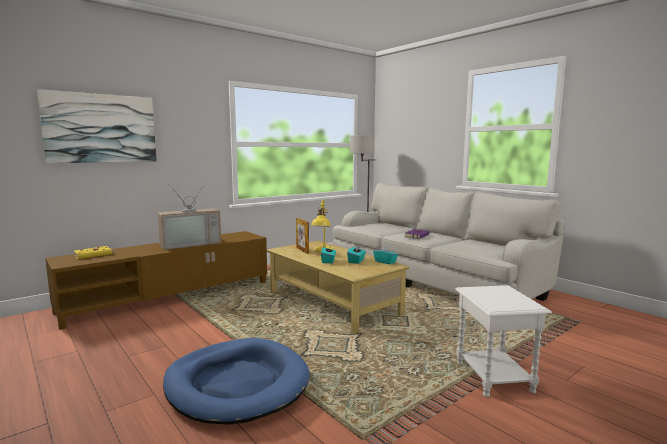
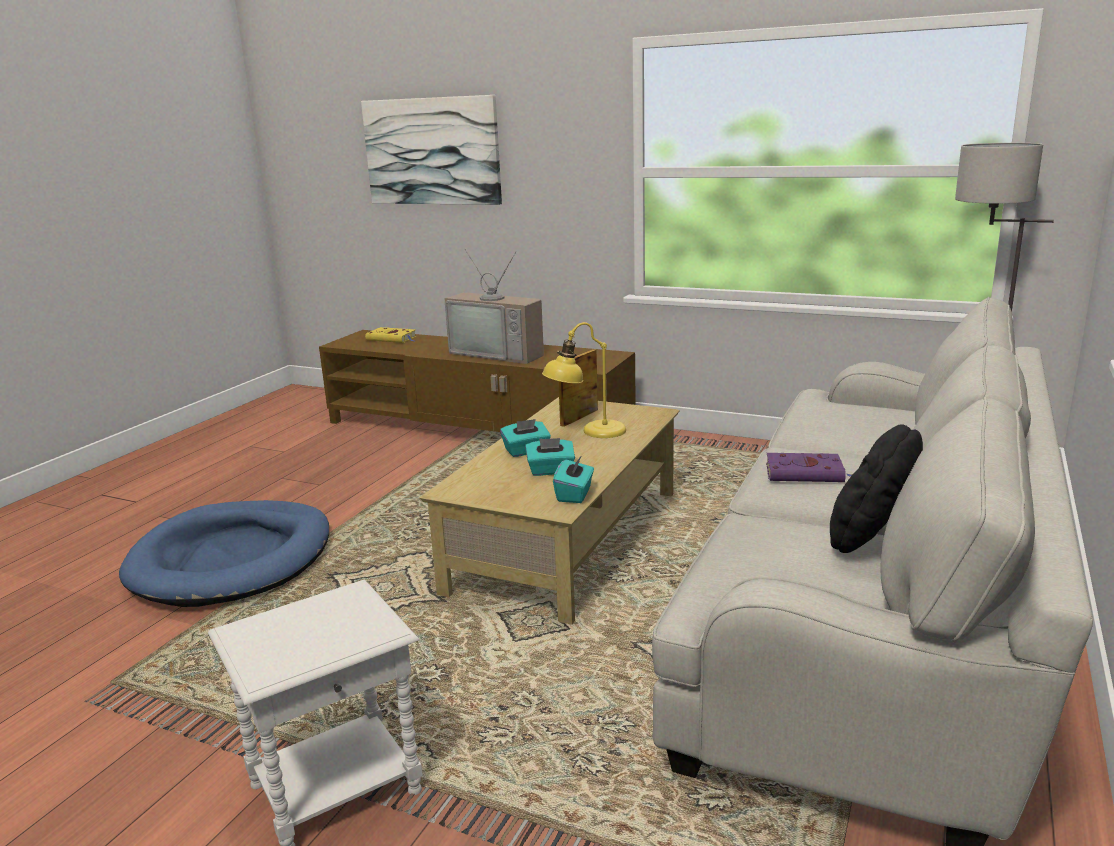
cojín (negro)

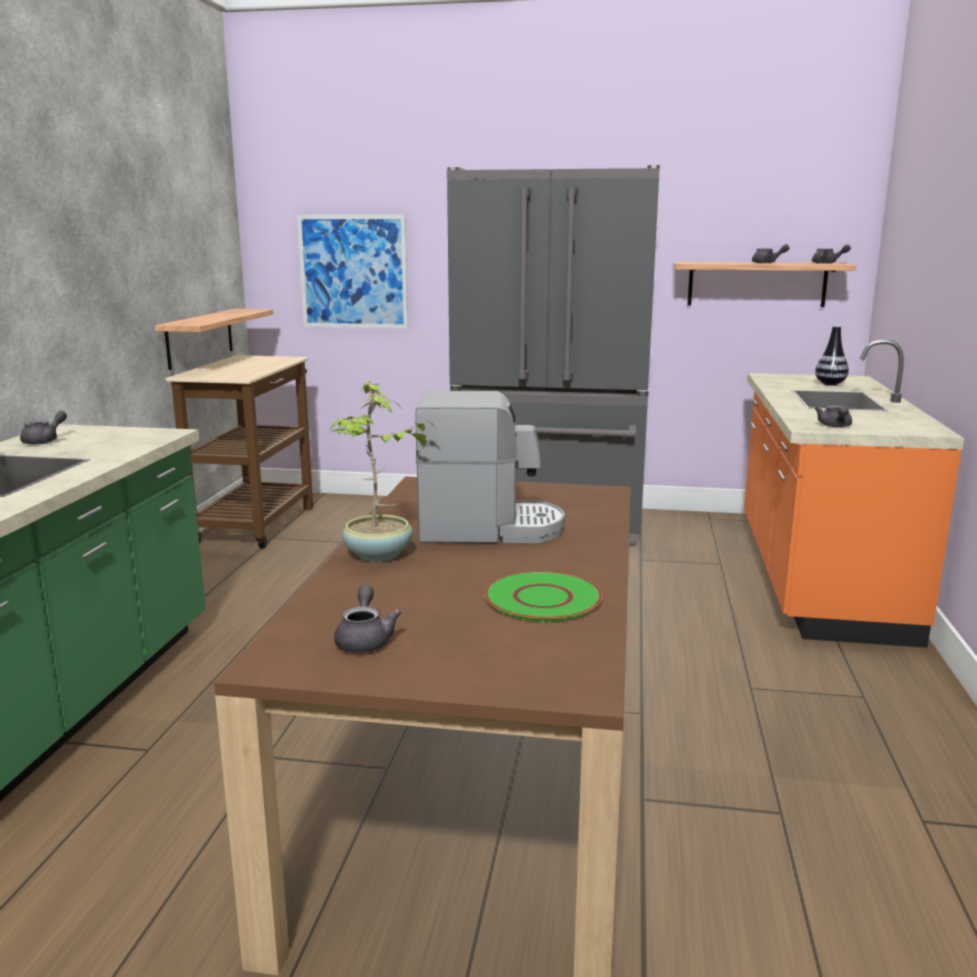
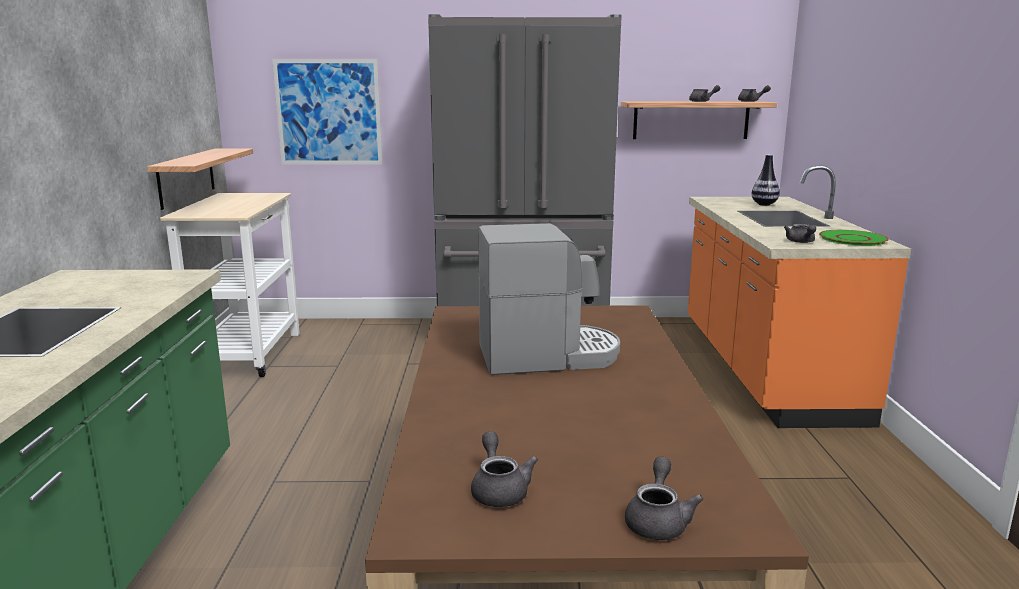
carrito (blanco)
planta en maceta
tetera (gris) (2nd from left)
plato (verde)

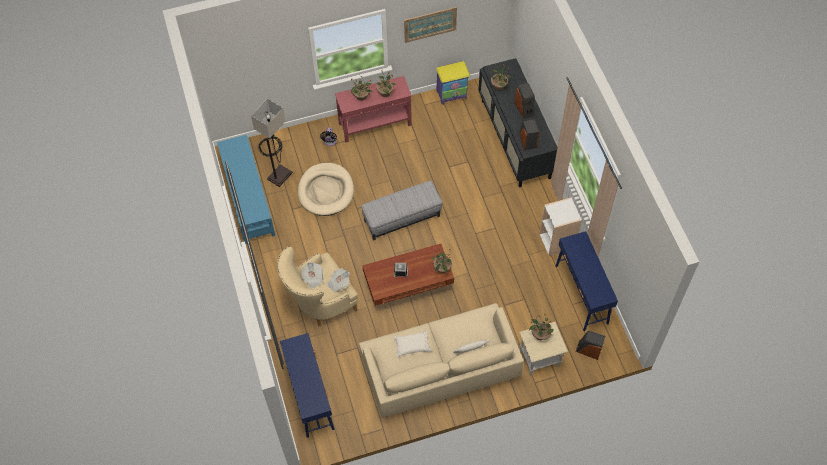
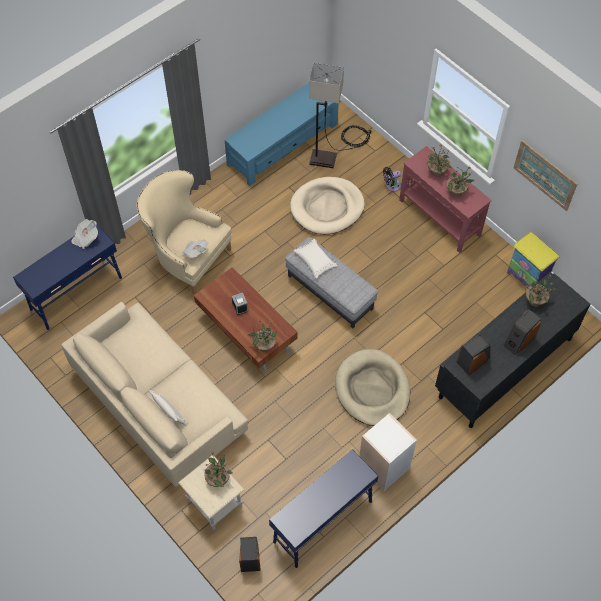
periódico (1st from left)
cojín (blanco) (2nd from left)
cama para perro (beis) (2nd from left)

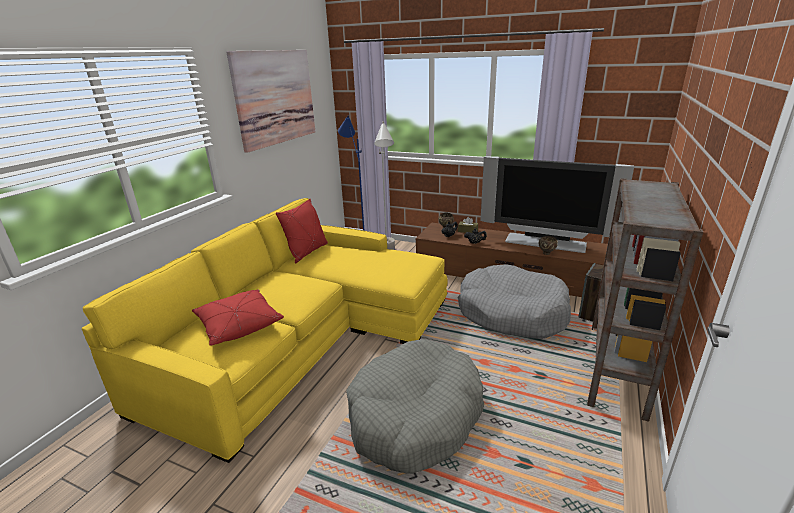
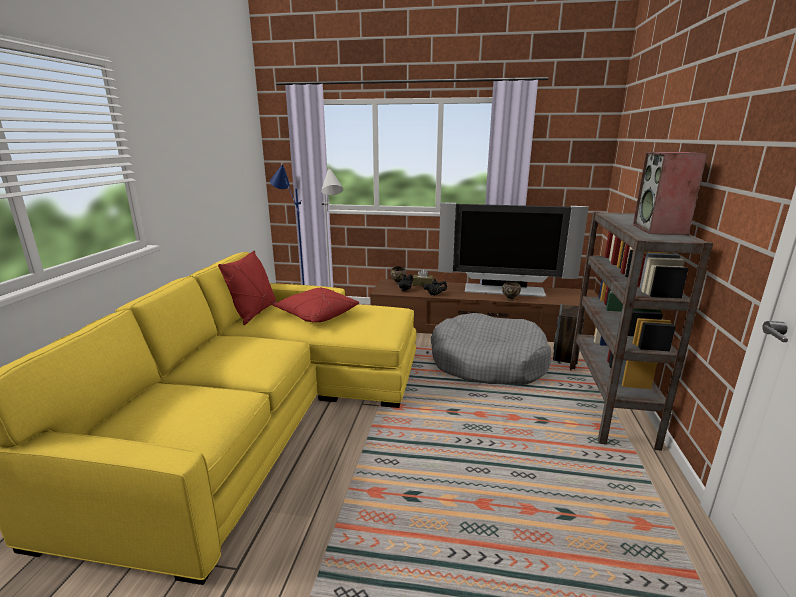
cuadro
cojín (rojo) (2nd from left)
cama para perro (gris) (1st from left in the first image)
altavoz (2nd from left)

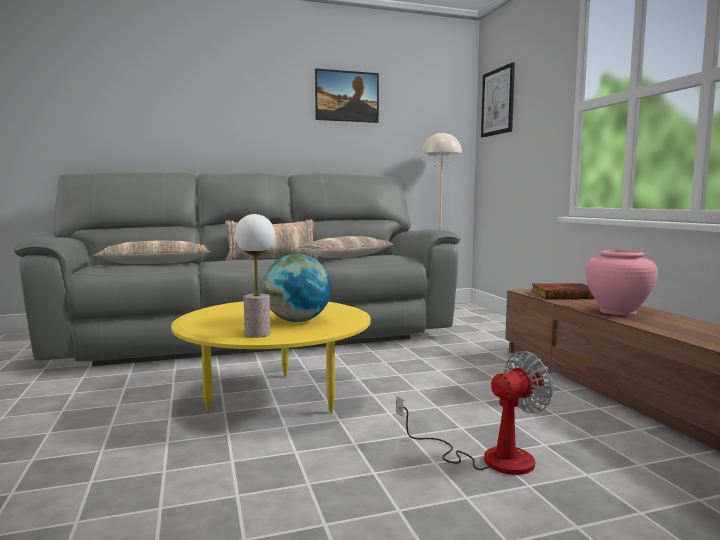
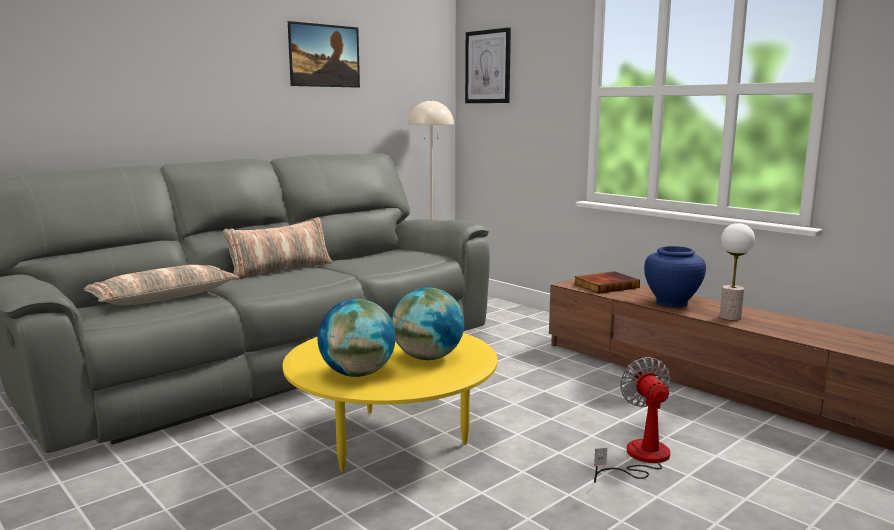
lámpara de mesa
cojín (3rd from left in the first image)
florero (azul)
ventilador
globo terráqueo (1st from left)

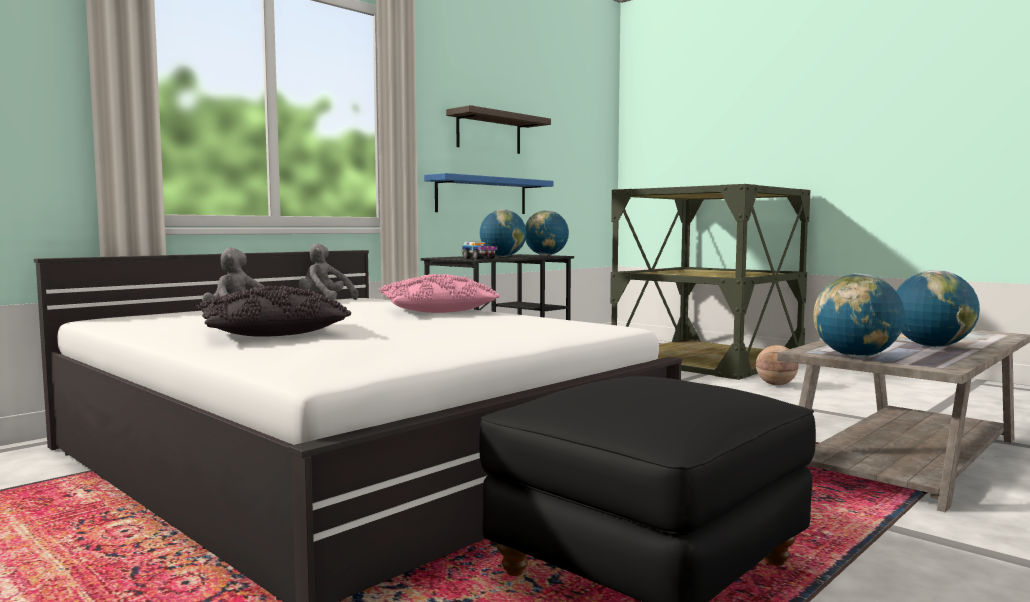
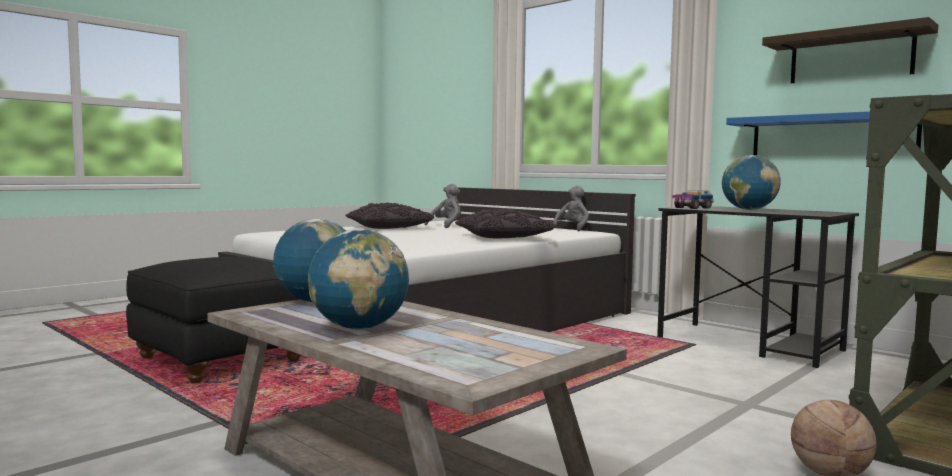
globo terráqueo (2nd from left in the first image)
cojín (negro) (2nd from left)

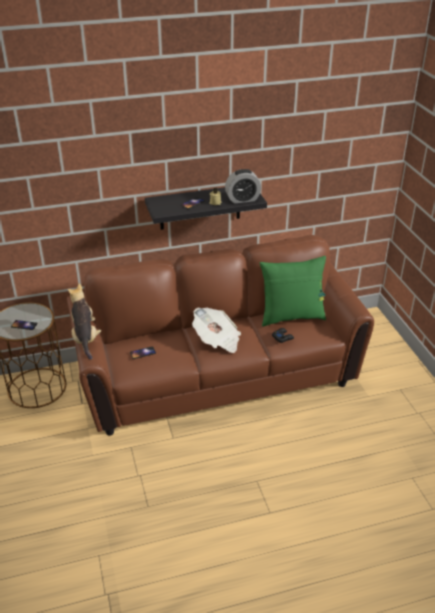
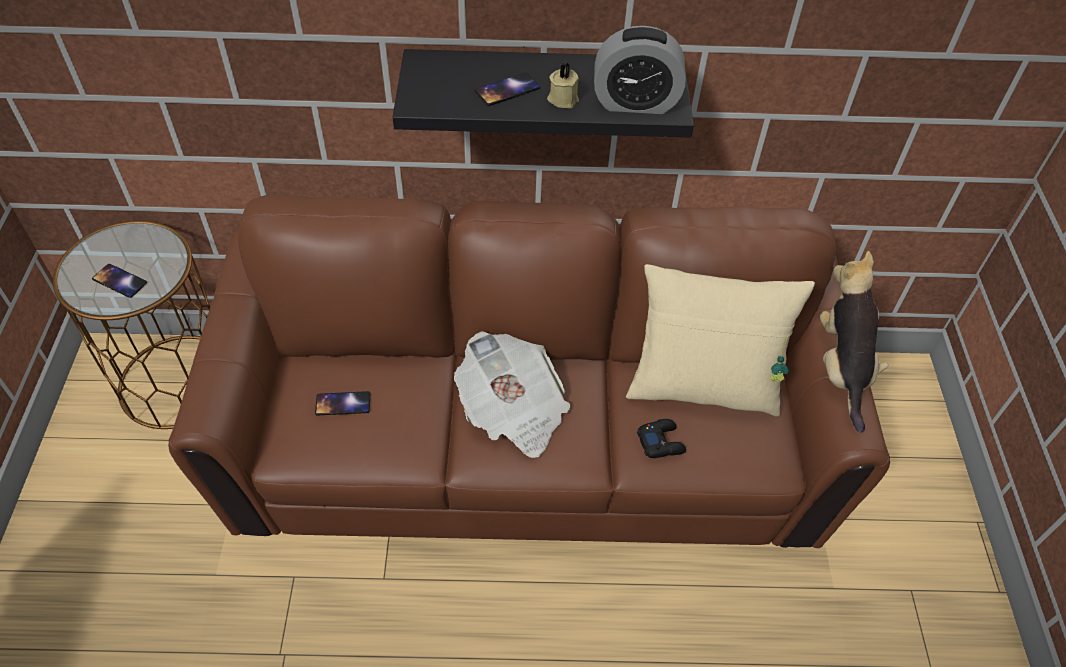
cojín (beis)
peluche

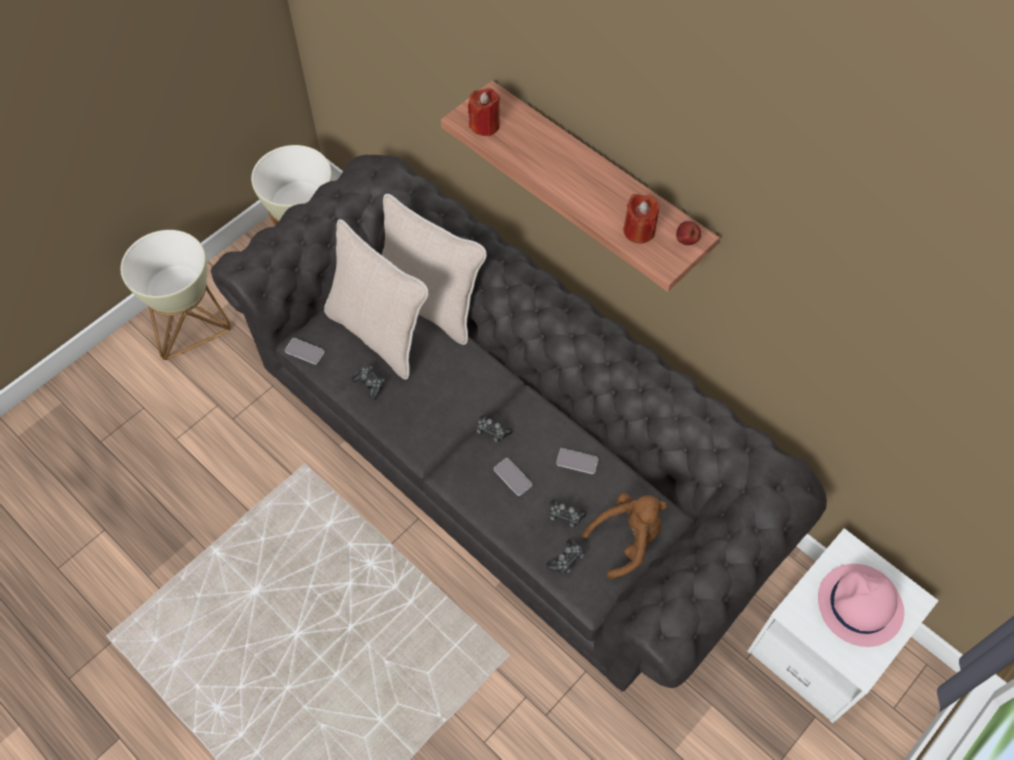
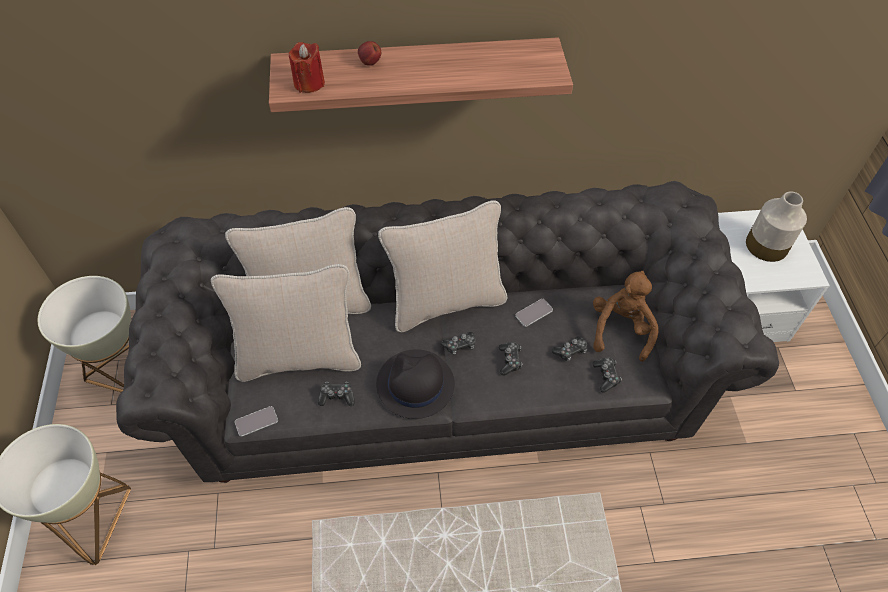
vela (rojo) (2nd from left in the first image)
manzana
mando de consola (3rd from left)
florero (beis)
cojín (beis) (3rd from left)
sombrero (negro)

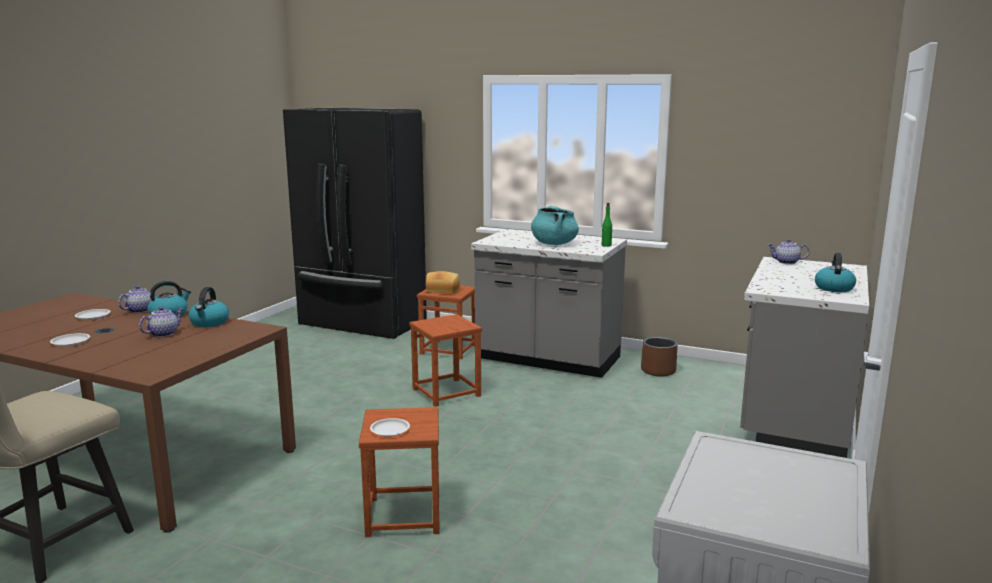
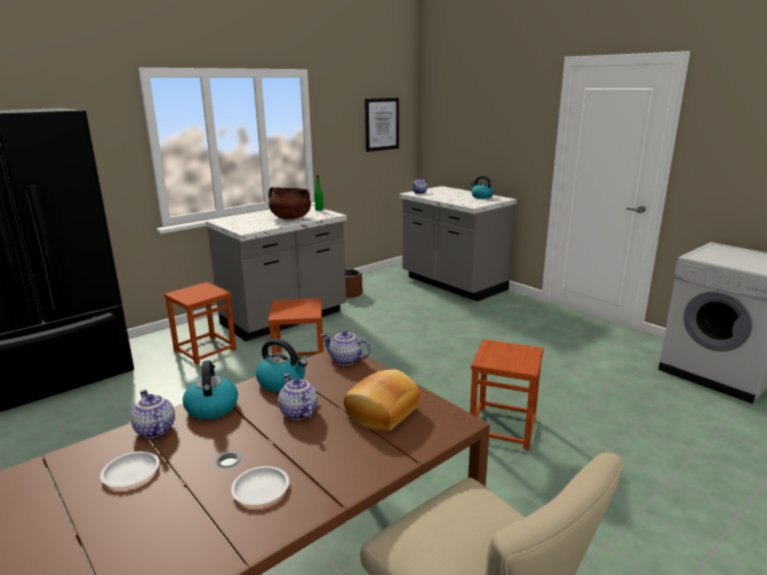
olla (marrón)
pan
plato (blanco) (3rd from left in the first image)
cuadro
tetera (3rd from left)

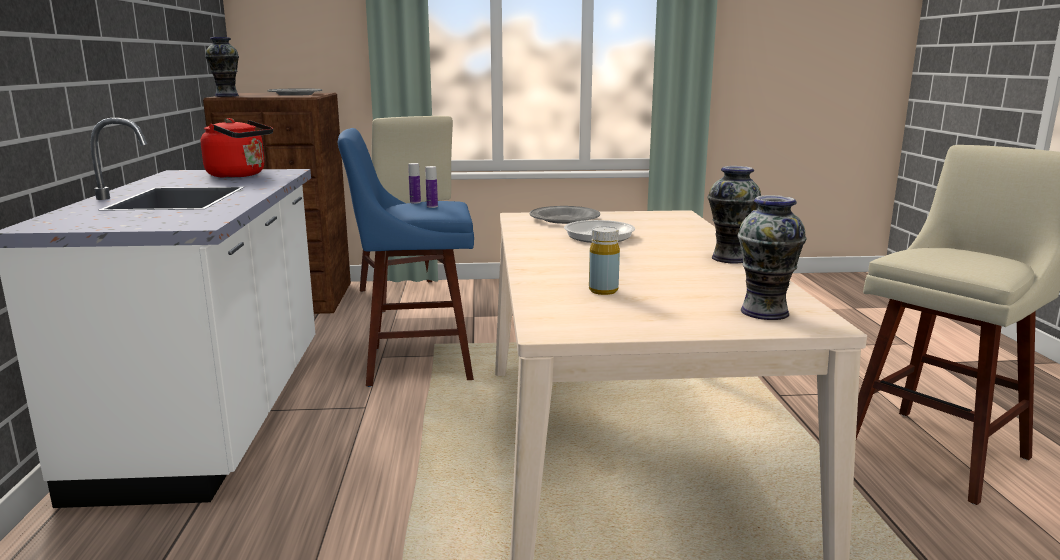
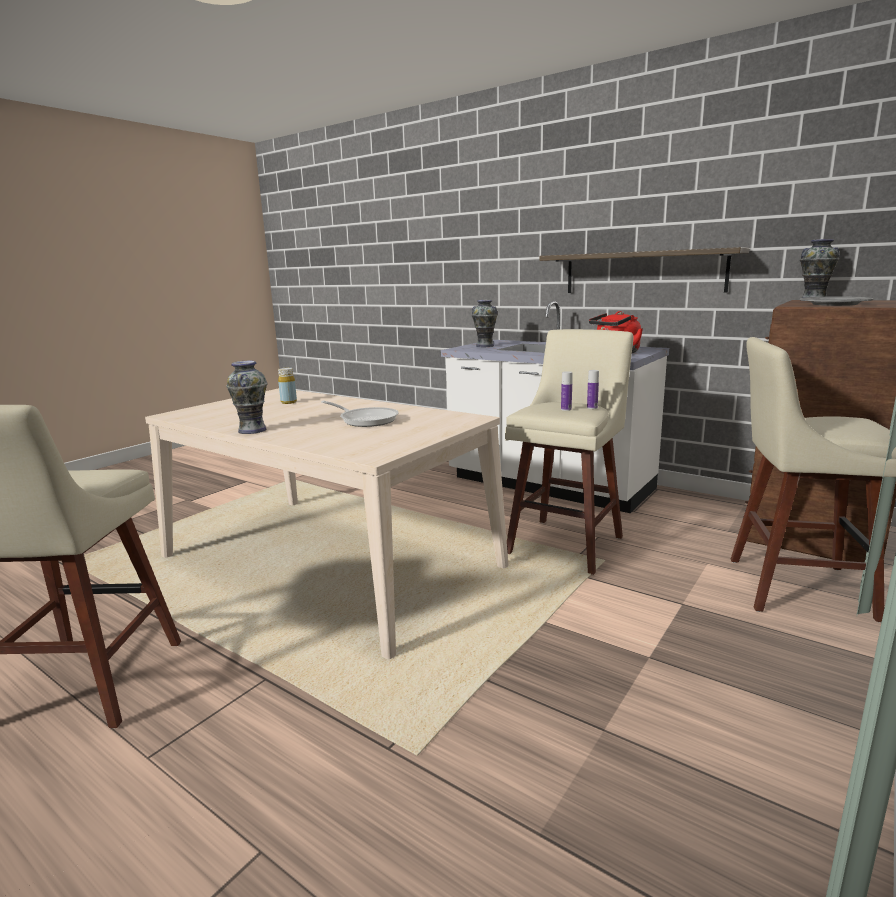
taburete (beis) (2nd from left)
florero (2nd from left)
plato (gris) (2nd from left in the first image)
estante

